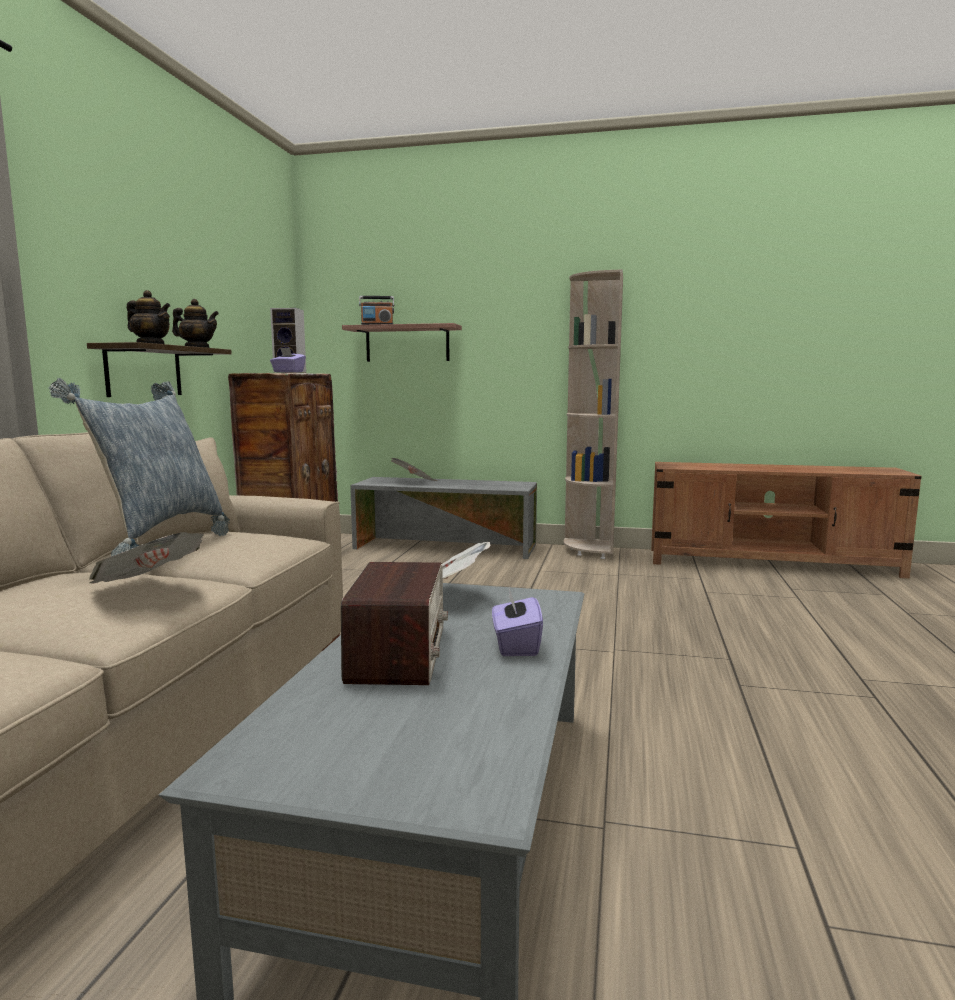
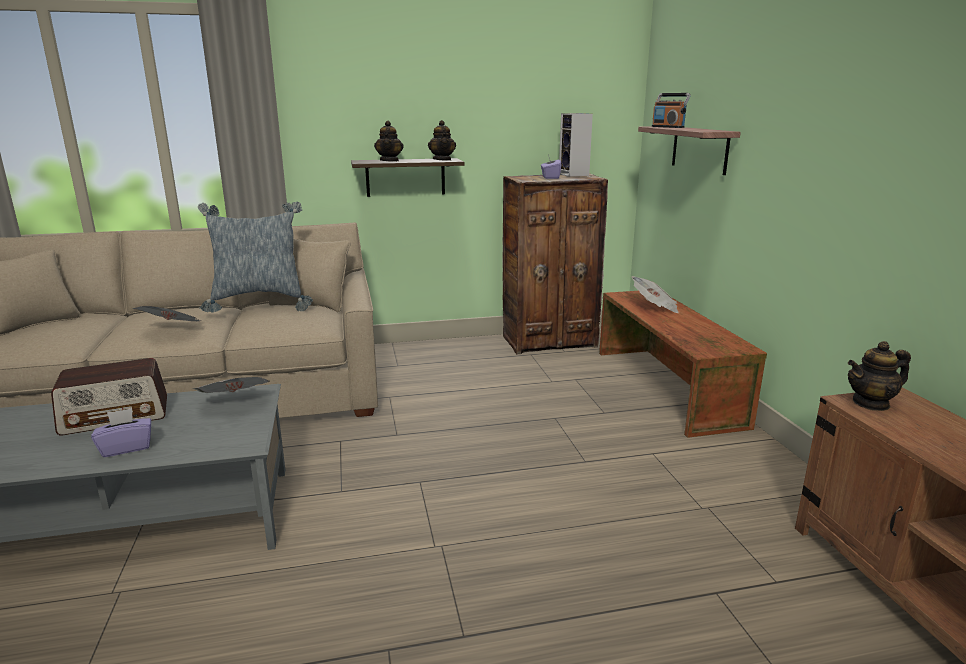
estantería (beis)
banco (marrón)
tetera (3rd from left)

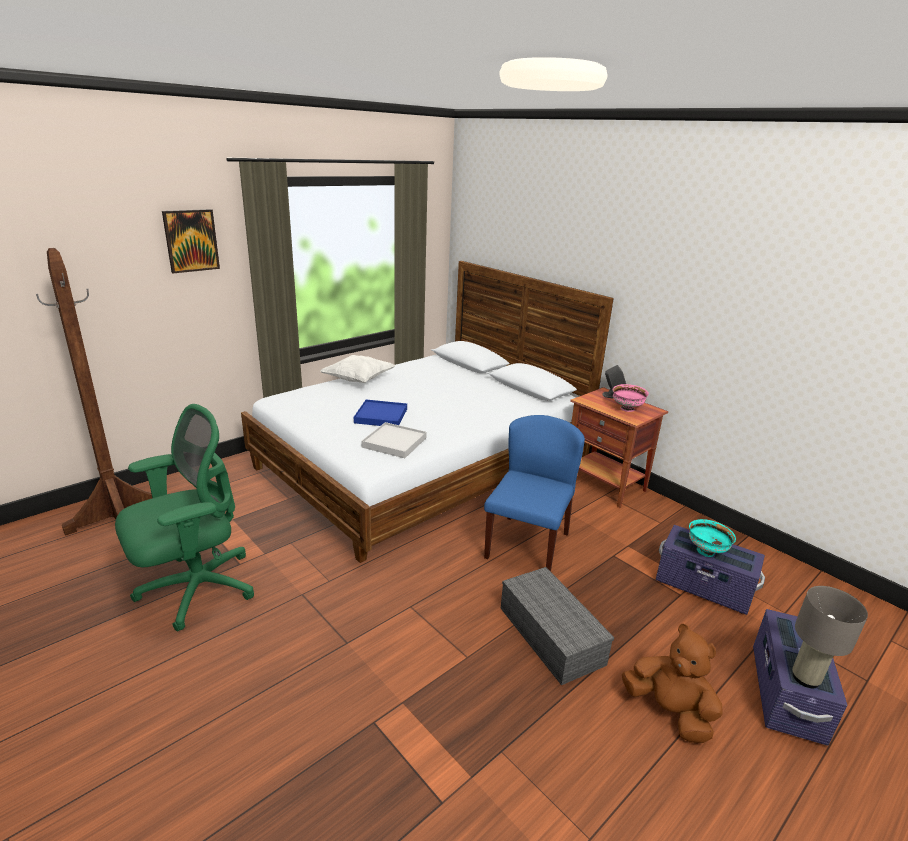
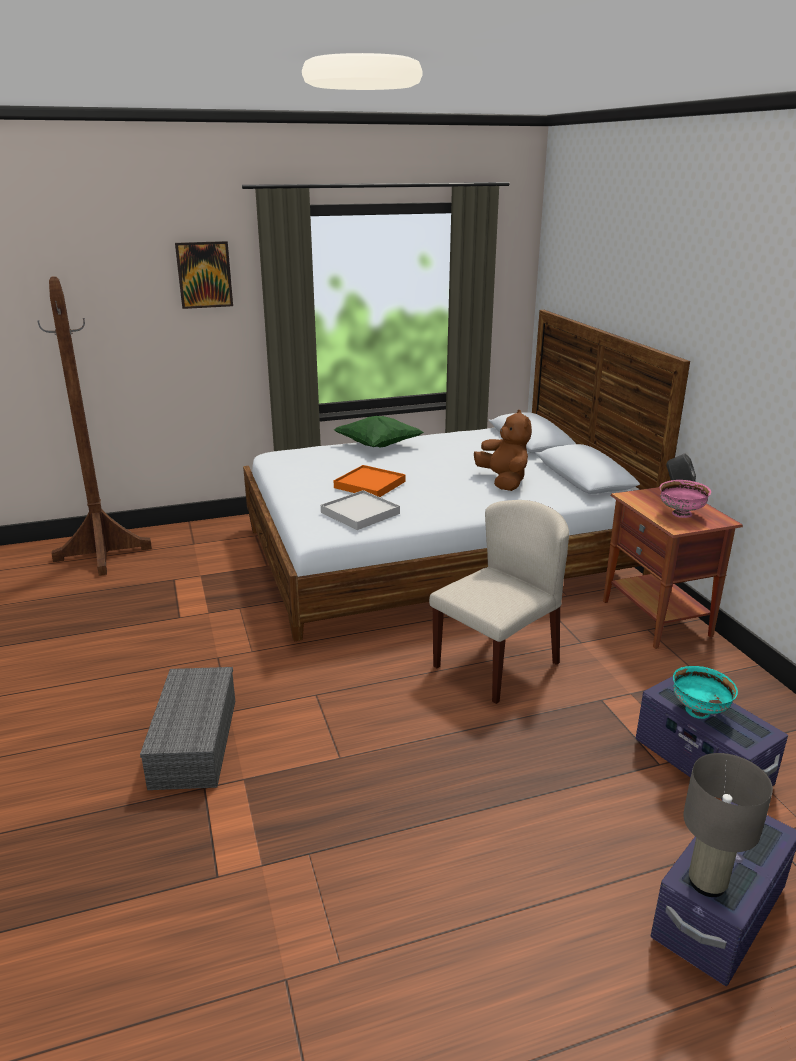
cojín (verde)
bandeja (naranja)
silla de oficina (verde)
silla (beis)
caja de almacenaje (gris)
peluche (marrón)

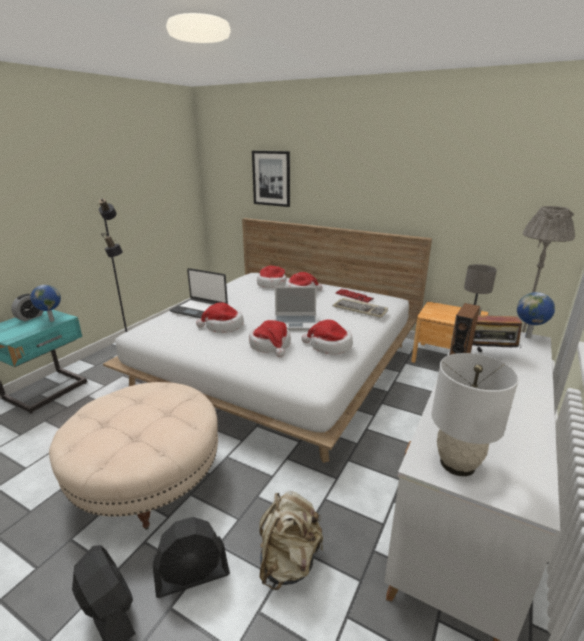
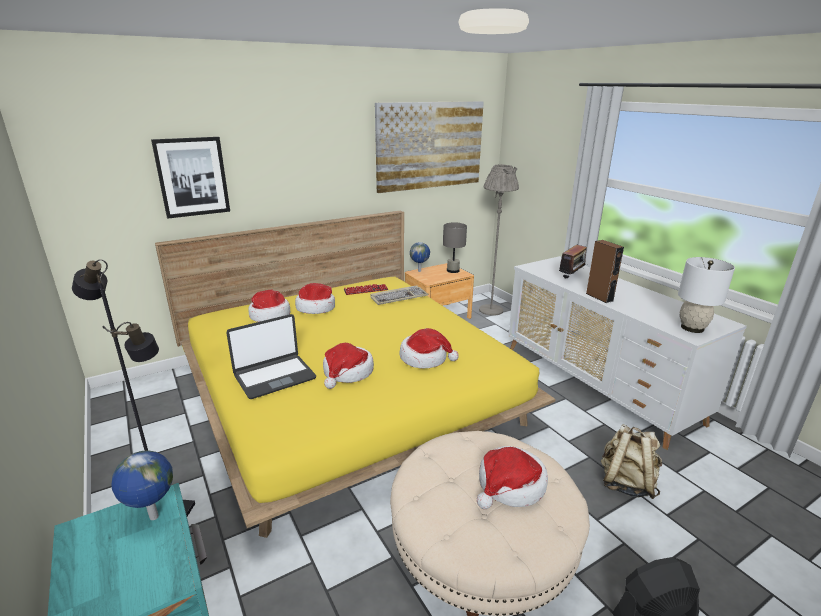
cama (amarillo)
portátil (2nd from left in the first image)
globo terráqueo (2nd from left)
despertador
sombrero (5th from left)
ventilador (negro) (2nd from left in the first image)
cuadro (2nd from left)

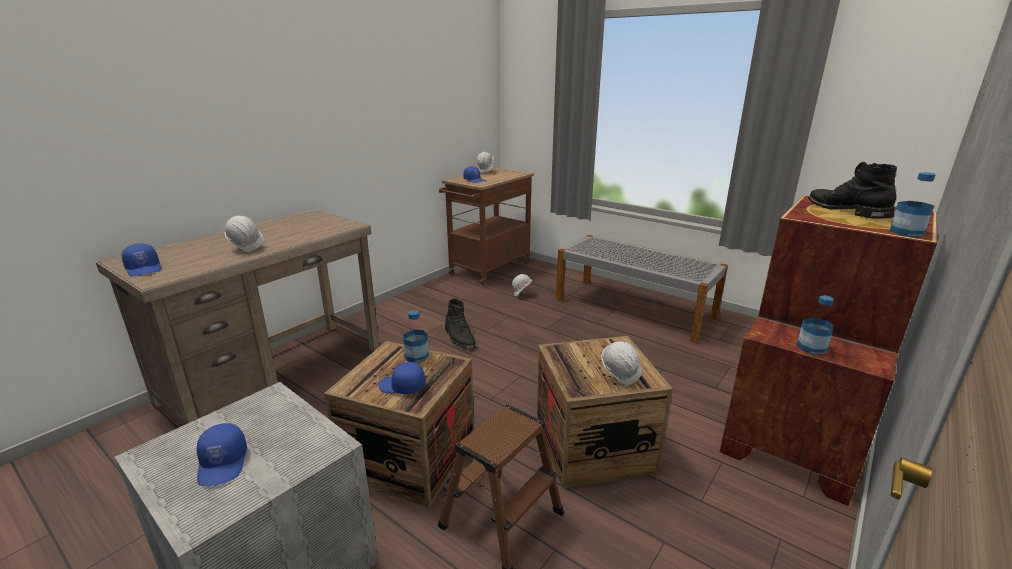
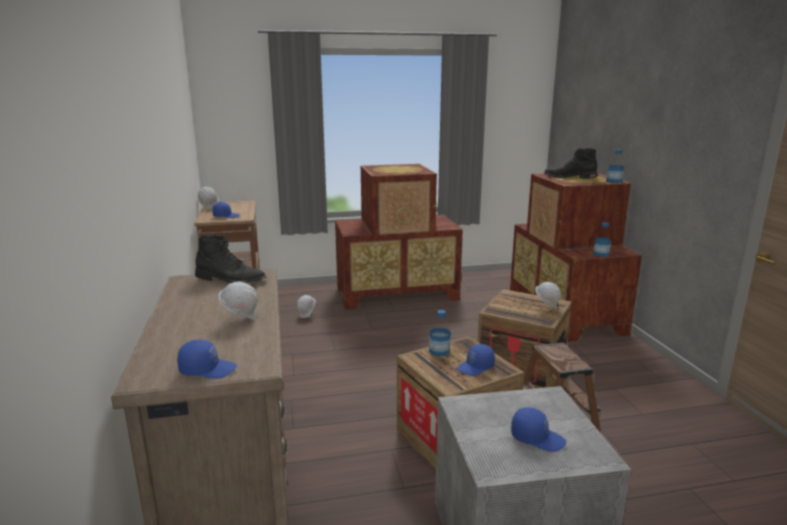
armario (1st from left)
bota (negro) (1st from left)

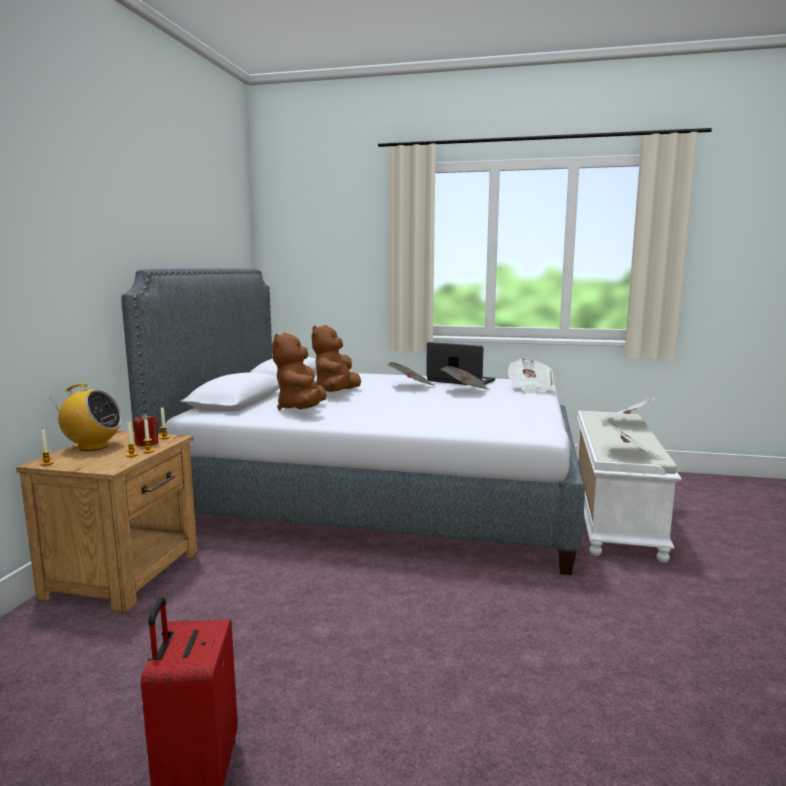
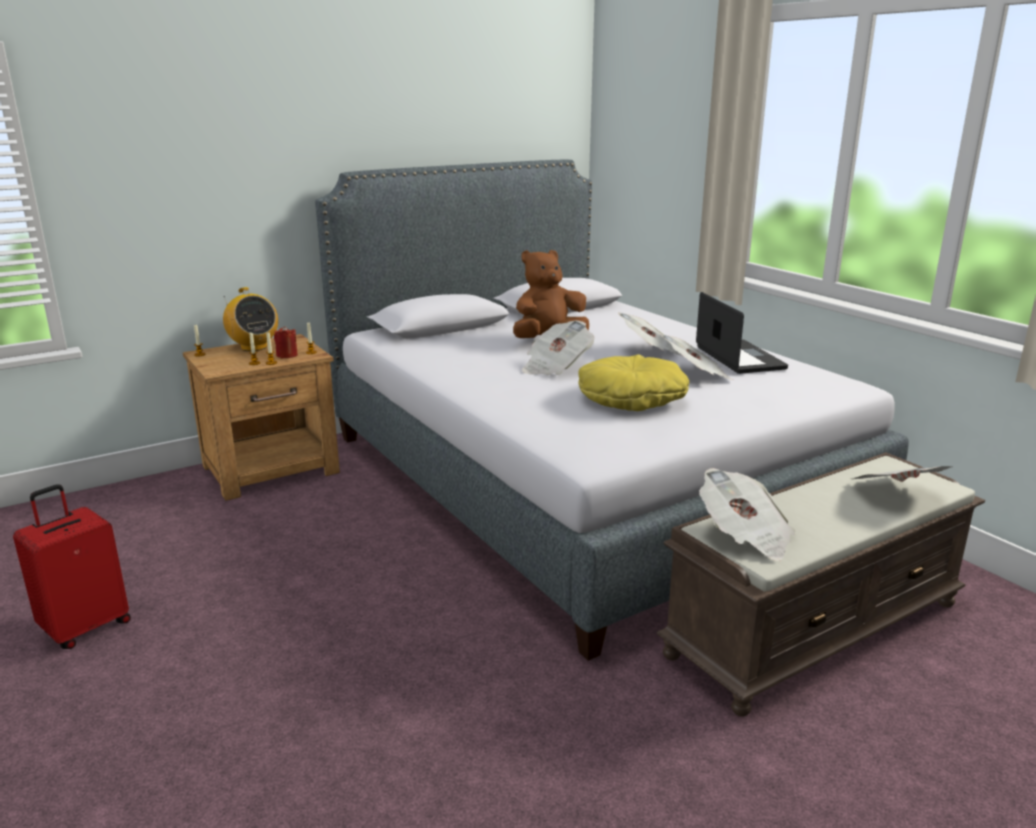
peluche (marrón) (1st from left in the first image)
periódico (1st from left)
banco (marrón)
cojín (amarillo)

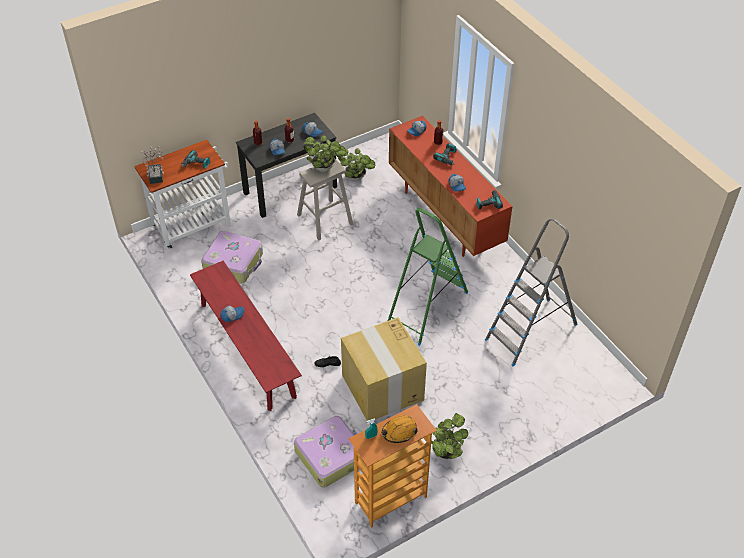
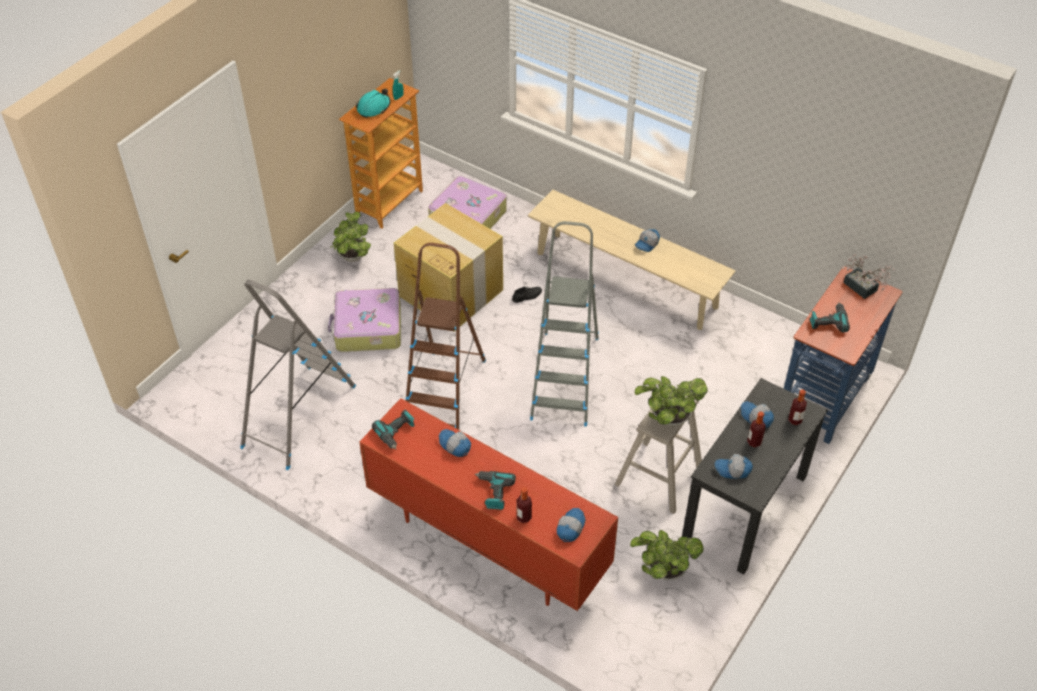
carrito (azul)
escalera de tijera (marrón)
maleta (1st from left)
banco (beis)
casco (turquesa)
escalera de tijera (gris) (2nd from left)

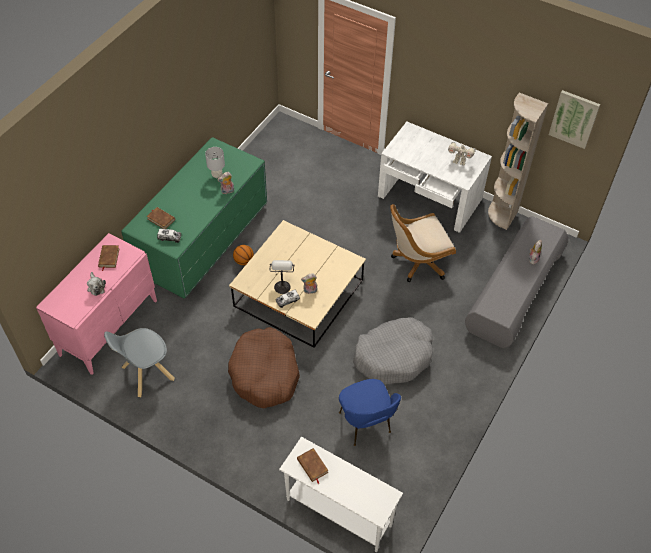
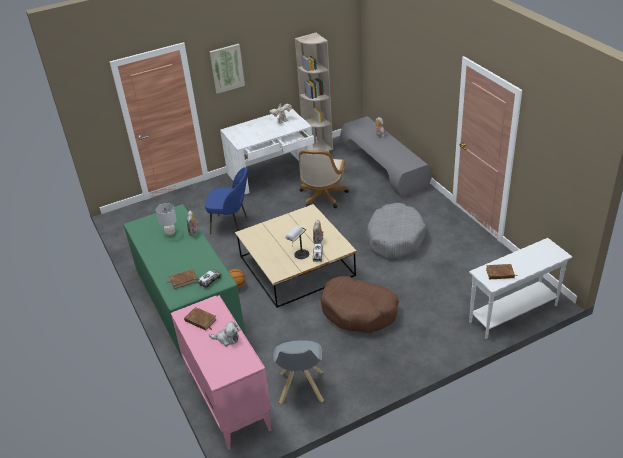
cuadro
silla (azul)

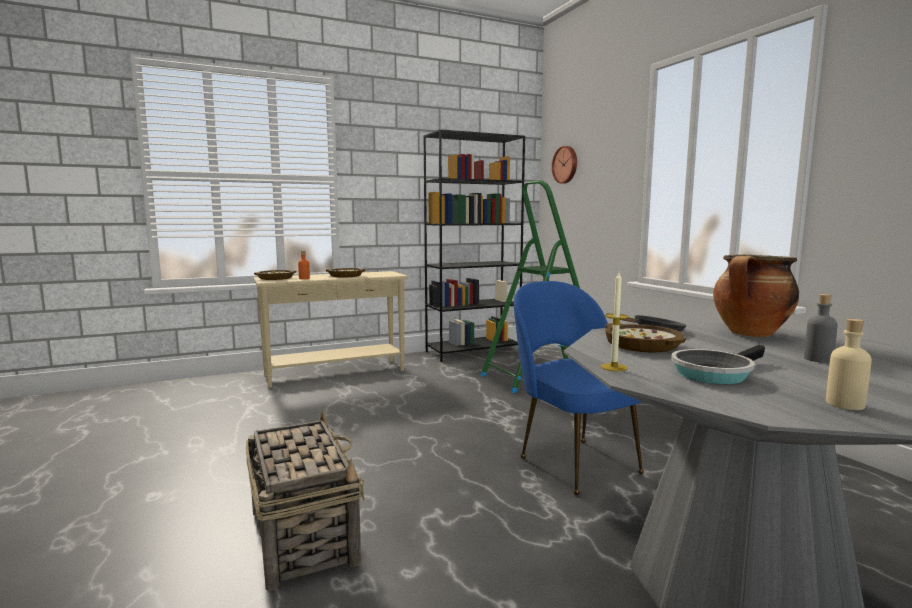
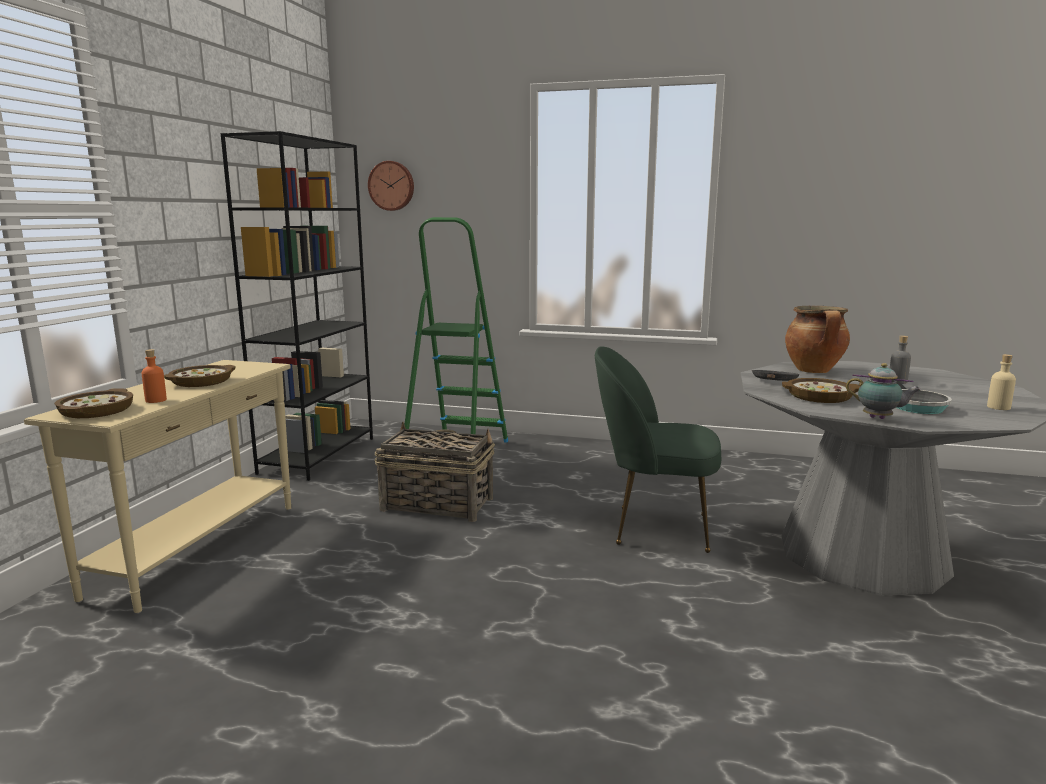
tetera
silla (verde)
cesta

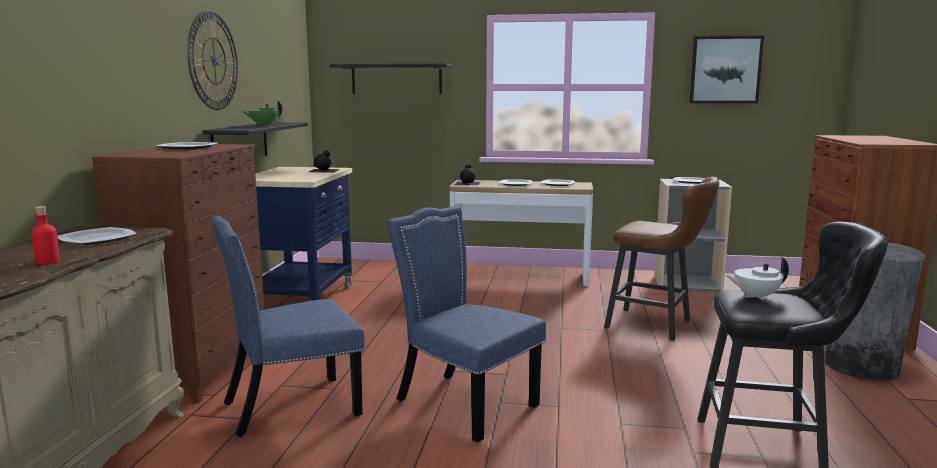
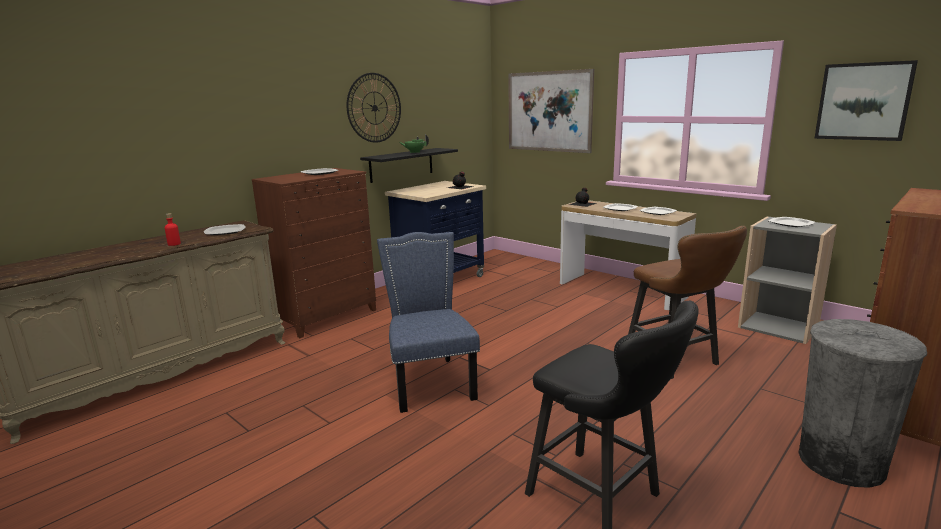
cuadro (1st from left)
silla (azul) (1st from left in the first image)
tetera (blanco)

